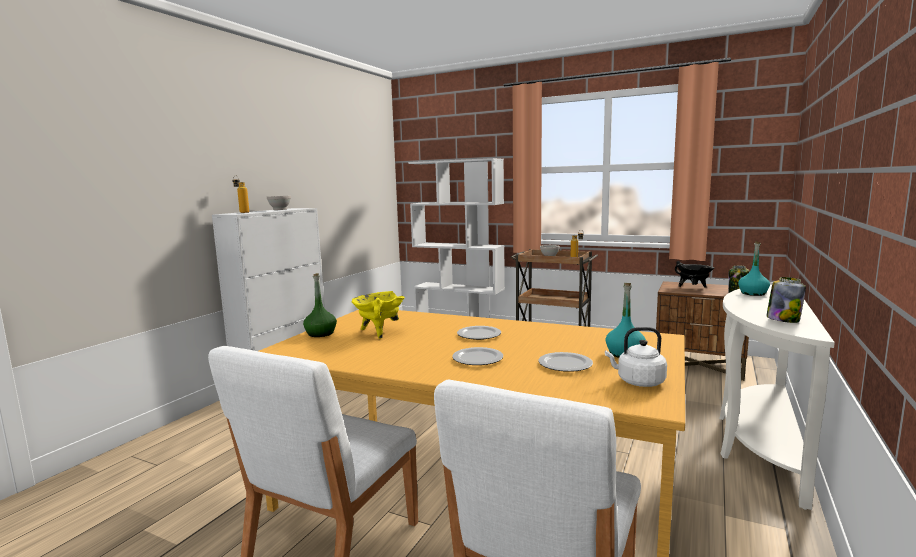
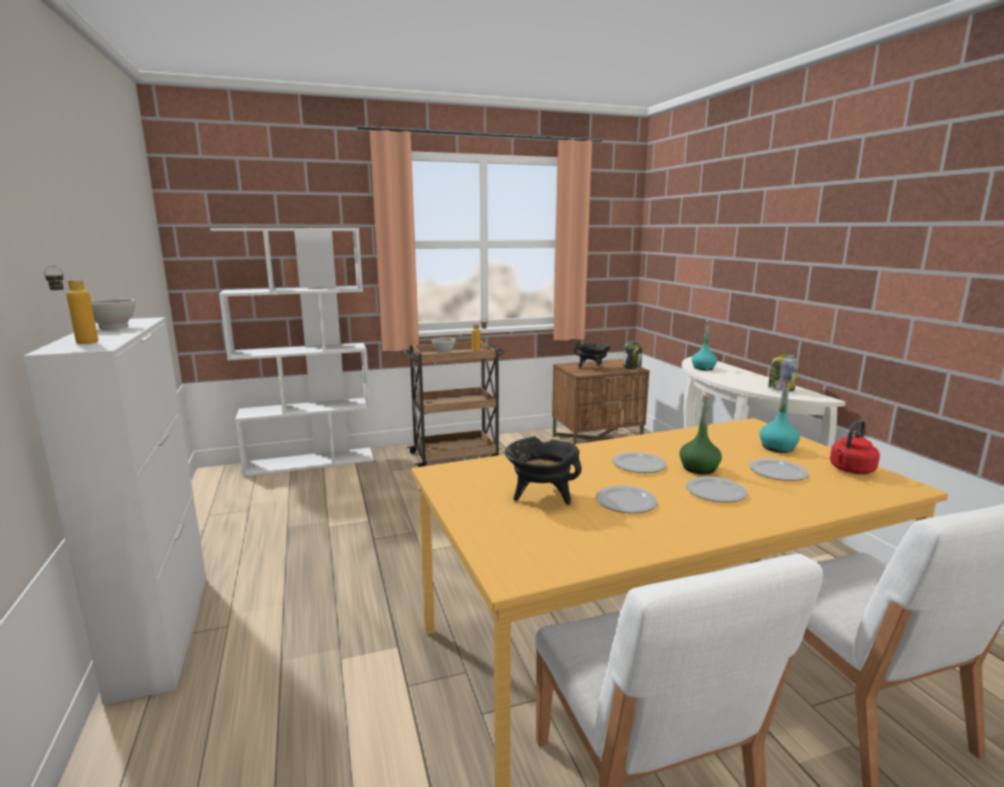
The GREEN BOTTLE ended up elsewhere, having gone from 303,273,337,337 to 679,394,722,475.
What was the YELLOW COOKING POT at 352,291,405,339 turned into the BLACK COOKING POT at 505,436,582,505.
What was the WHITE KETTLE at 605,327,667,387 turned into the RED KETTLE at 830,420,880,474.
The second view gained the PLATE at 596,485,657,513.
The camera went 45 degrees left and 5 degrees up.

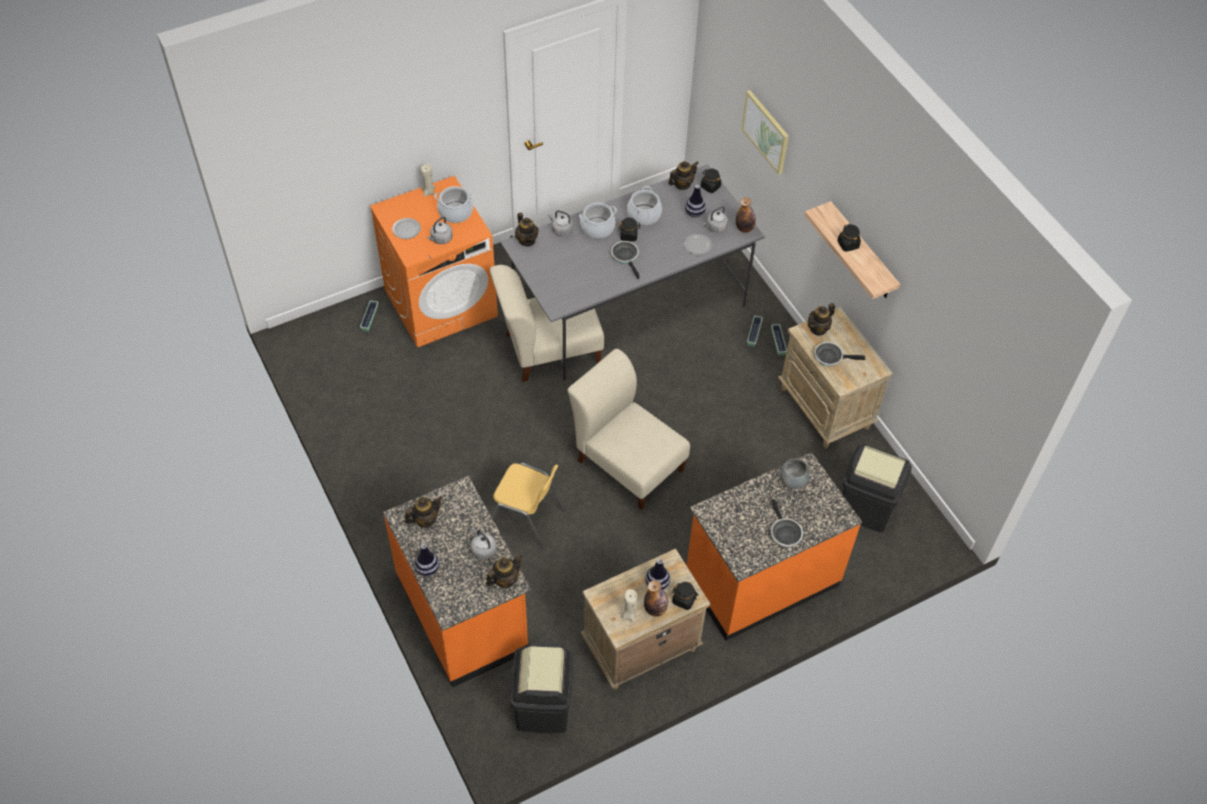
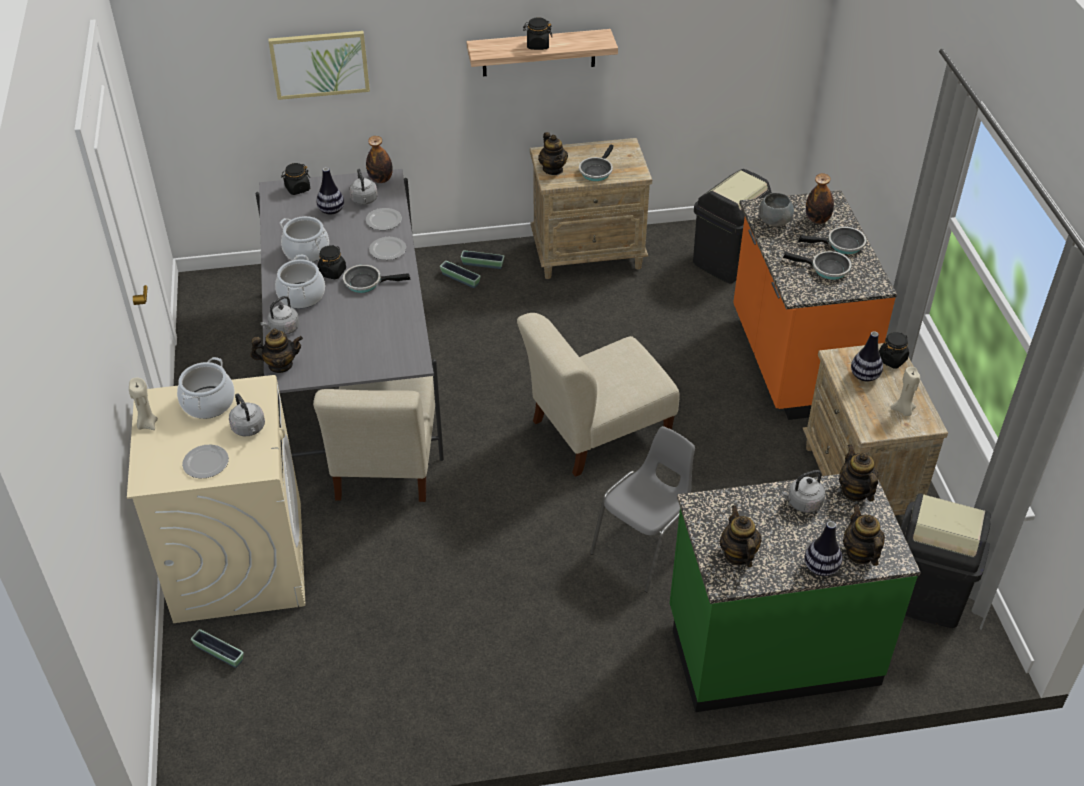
The TEAPOT ended up elsewhere, having gone from 668,161,698,190 to 843,504,885,566.
What was the ORANGE WASHING MACHINE at 370,176,498,348 turned into the BEIGE WASHING MACHINE at 127,375,306,623.
What was the YELLOW CHAIR at 492,463,564,548 turned into the GREY CHAIR at 590,426,695,592.
What was the ORANGE COUNTER at 383,476,531,687 turned into the GREEN COUNTER at 669,474,921,712.
The BOTTLE ended up elsewhere, having gone from 644,580,668,617 to 806,173,834,224.
The second view gained the PLATE at 369,237,406,260.
The second view gained the FRYING PAN at 783,251,852,280.
The camera went 70 degrees left and 10 degrees down.

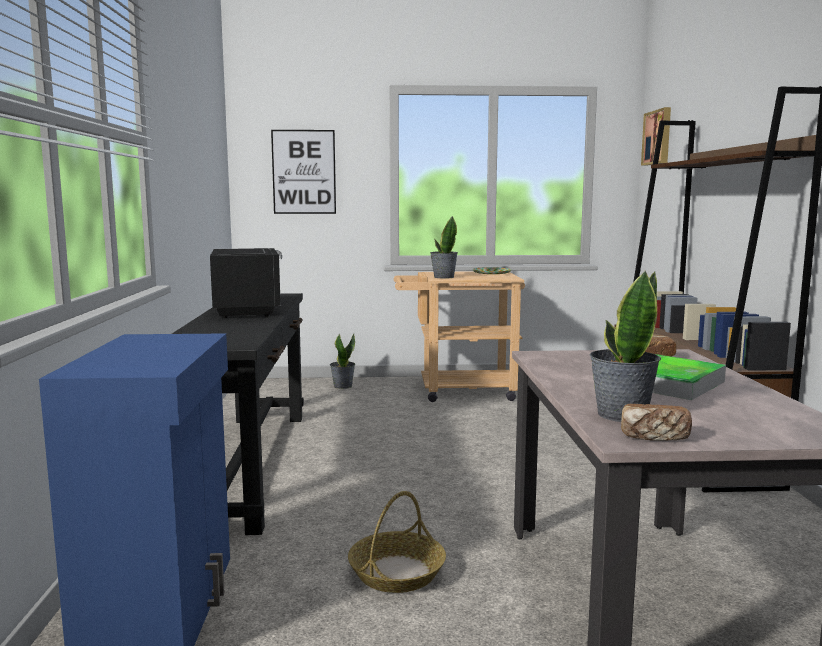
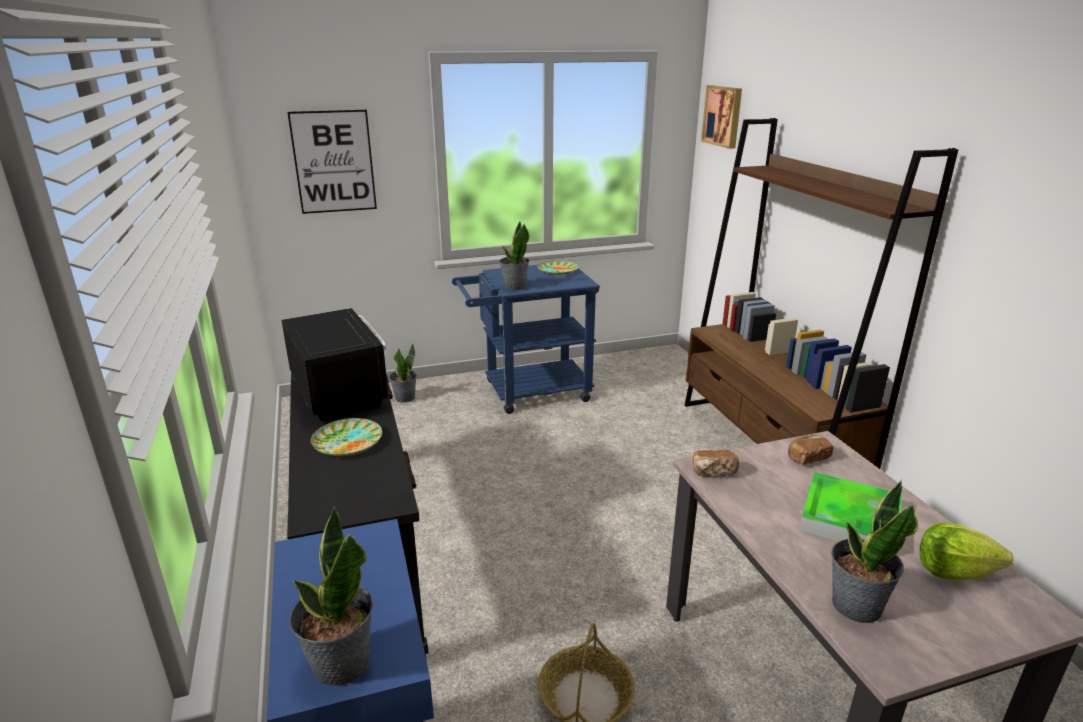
What was the BEIGE CART at 394,272,525,402 turned into the BLUE CART at 452,265,600,414.
The BREAD ended up elsewhere, having gone from 621,404,692,441 to 692,450,739,477.
The second view gained the PLATE at 311,418,382,456.
The second view gained the POTTED PLANT at 289,507,373,686.
The second view gained the LETTUCE at 919,523,1013,580.
The camera went 15 degrees left and 15 degrees up.

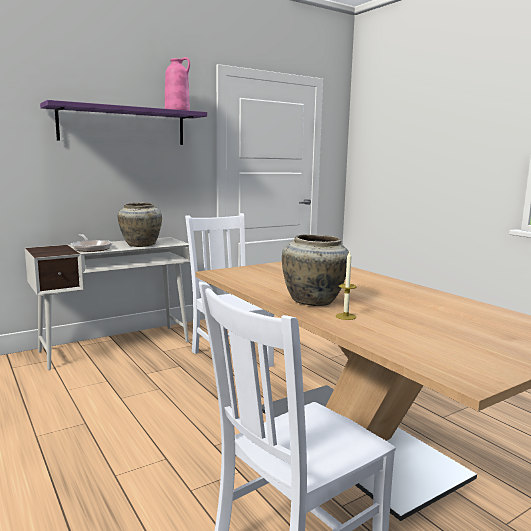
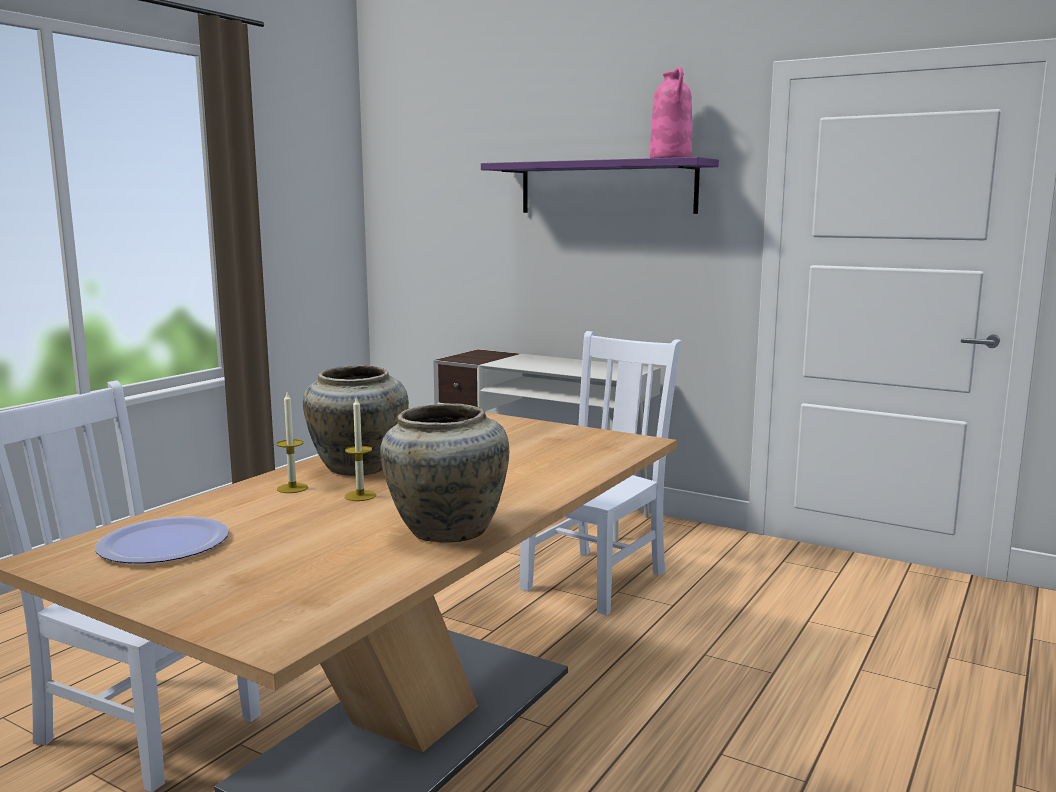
The BEIGE VASE ended up elsewhere, having gone from 118,203,162,247 to 380,403,509,543.
The second view lost the FRYING PAN at 71,234,112,252.
The second view gained the CANDLE at 345,397,376,501.
The second view gained the PLATE at 95,517,229,563.
The camera went 65 degrees right and 0 degrees up.

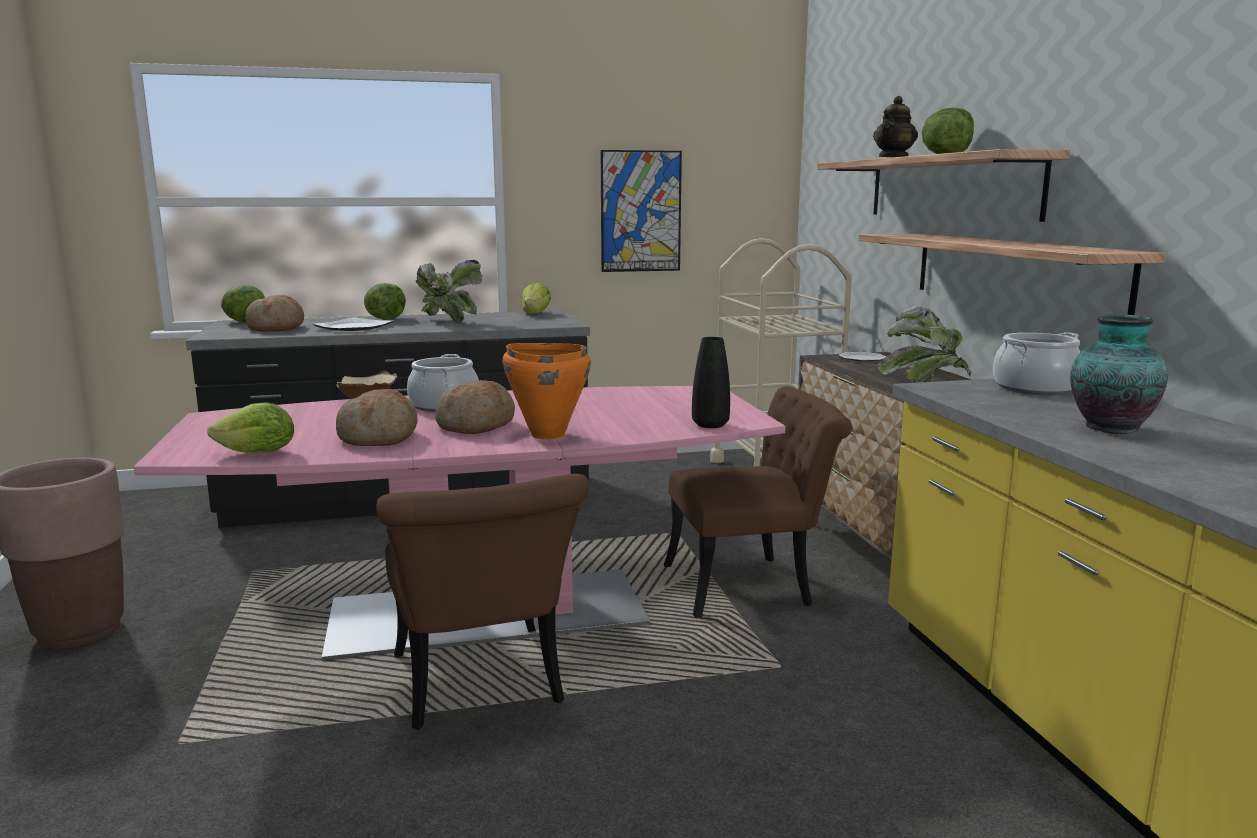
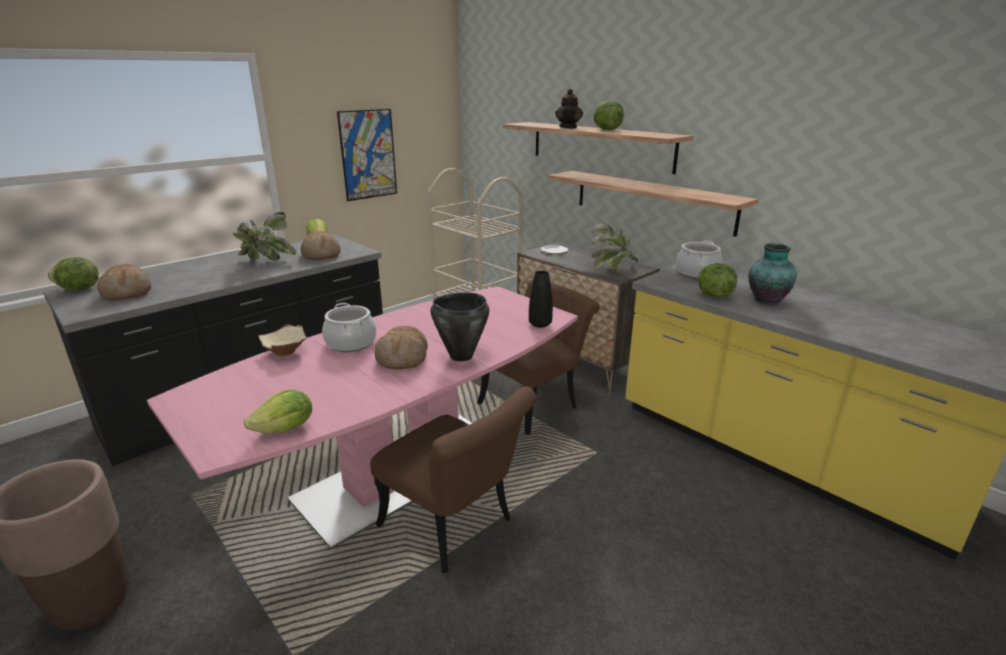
The LETTUCE ended up elsewhere, having gone from 364,283,406,320 to 698,263,737,298.
The second view lost the PLATE at 313,317,393,331.
What was the ORANGE COOKING POT at 502,343,591,439 turned into the BLACK COOKING POT at 430,292,489,362.
The BREAD ended up elsewhere, having gone from 336,389,418,446 to 301,231,341,260.
The camera went 30 degrees left and 10 degrees up.

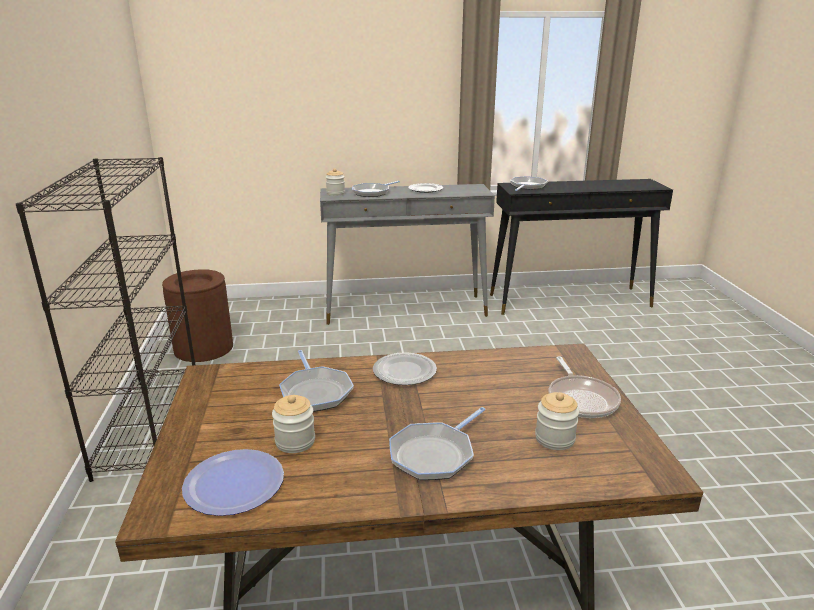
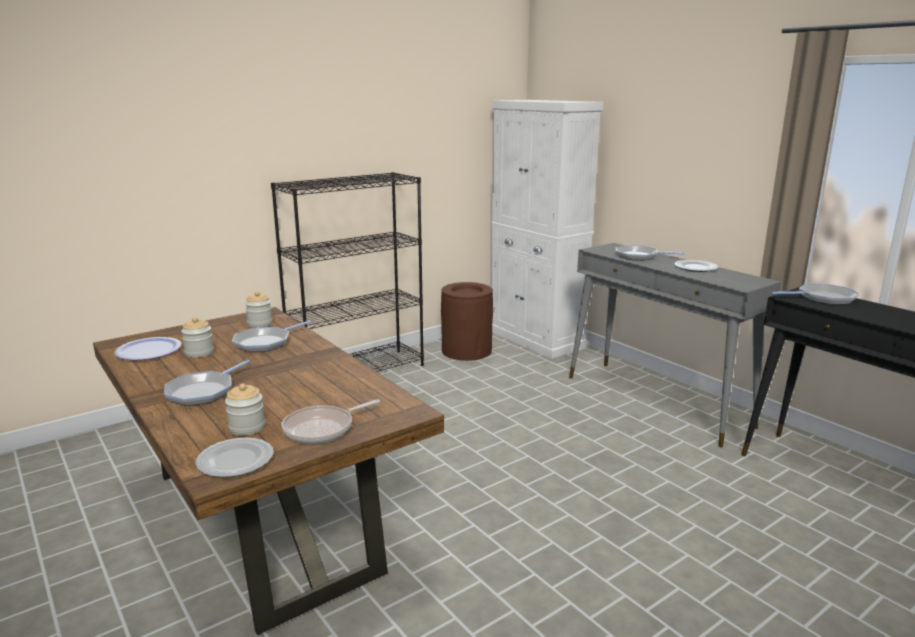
The JAR ended up elsewhere, having gone from 326,168,345,196 to 245,291,273,327.
The PLATE ended up elsewhere, having gone from 373,352,437,385 to 195,438,274,477.
The FRYING PAN at 389,407,486,480 ended up facing another way, 75 degrees counterclockwise from before.
The second view gained the WHITE CABINET at 491,100,603,359.
The camera went 60 degrees right and 5 degrees down.

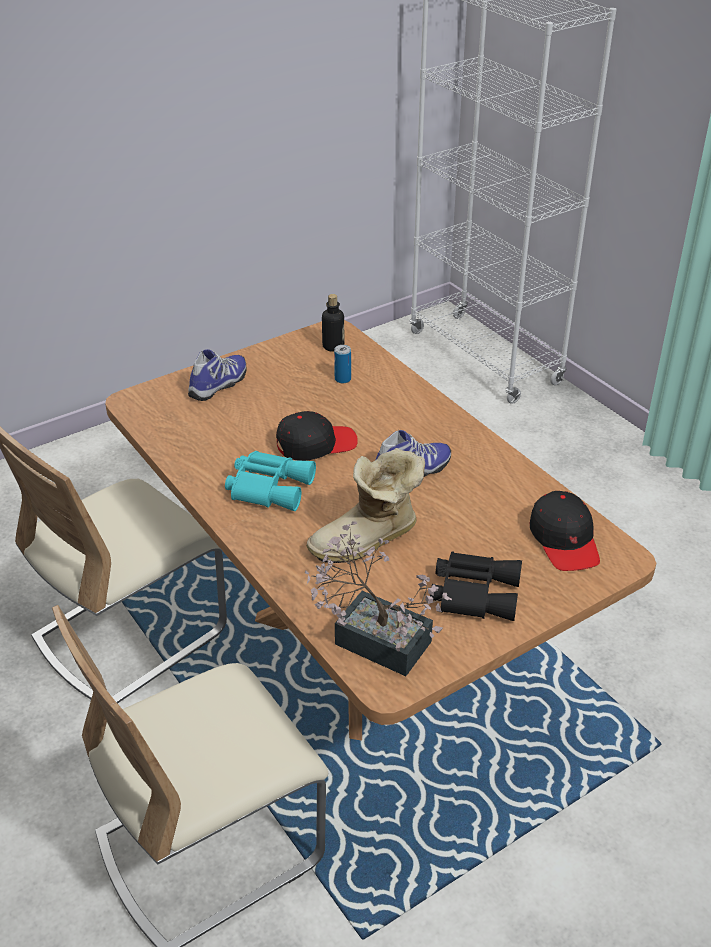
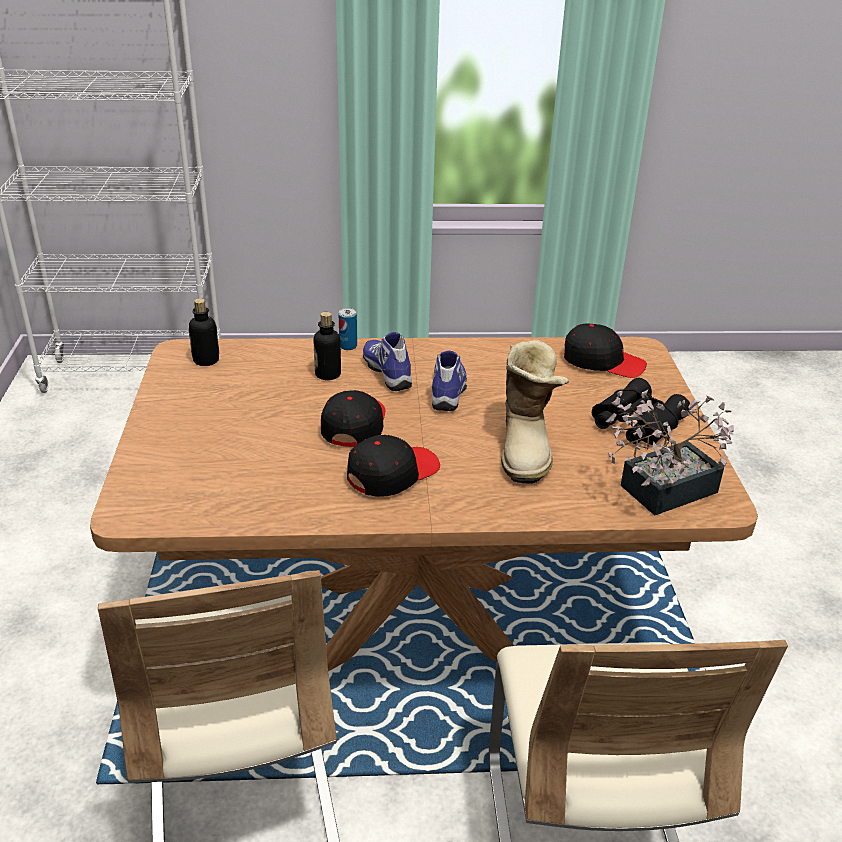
The CAN ended up elsewhere, having gone from 334,345,351,384 to 339,308,357,350.
The SHOE ended up elsewhere, having gone from 188,349,247,401 to 363,332,412,391.
Where the TURQUOISE BINOCULARS stood at 225,451,316,511, the BLACK CAP came to stand at 347,435,440,497.
The second view gained the BOTTLE at 313,312,341,380.
The camera went 60 degrees left and 5 degrees down.

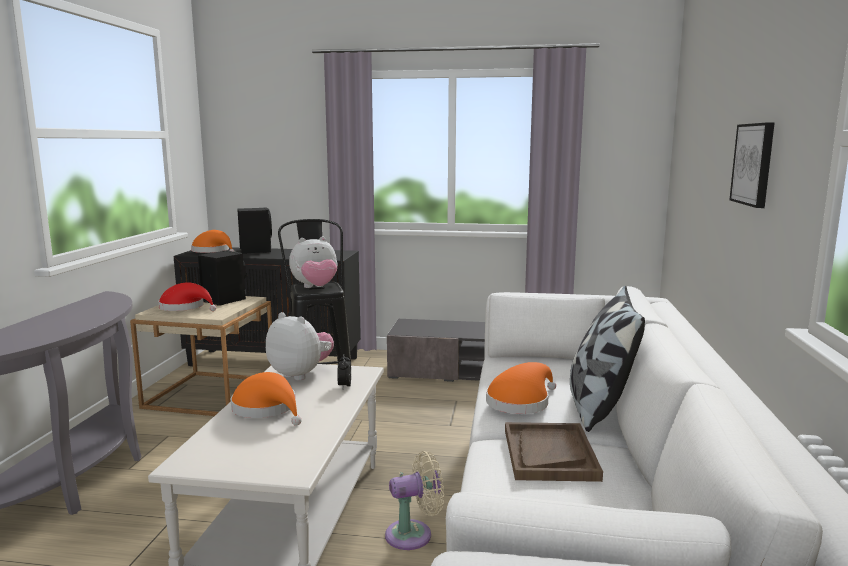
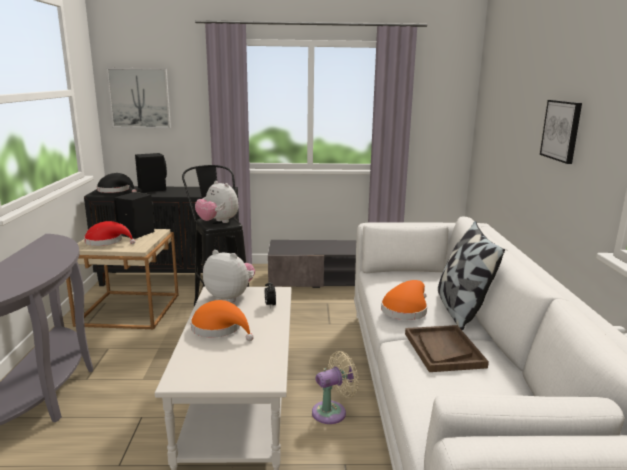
What was the ORANGE HAT at 191,230,235,253 turned into the BLACK HAT at 97,173,137,193.
The PLUSH TOY at 289,237,338,288 ended up facing another way, 75 degrees clockwise from before.
The second view gained the PICTURE at 106,68,171,128.
The camera went 10 degrees left and 5 degrees up.

